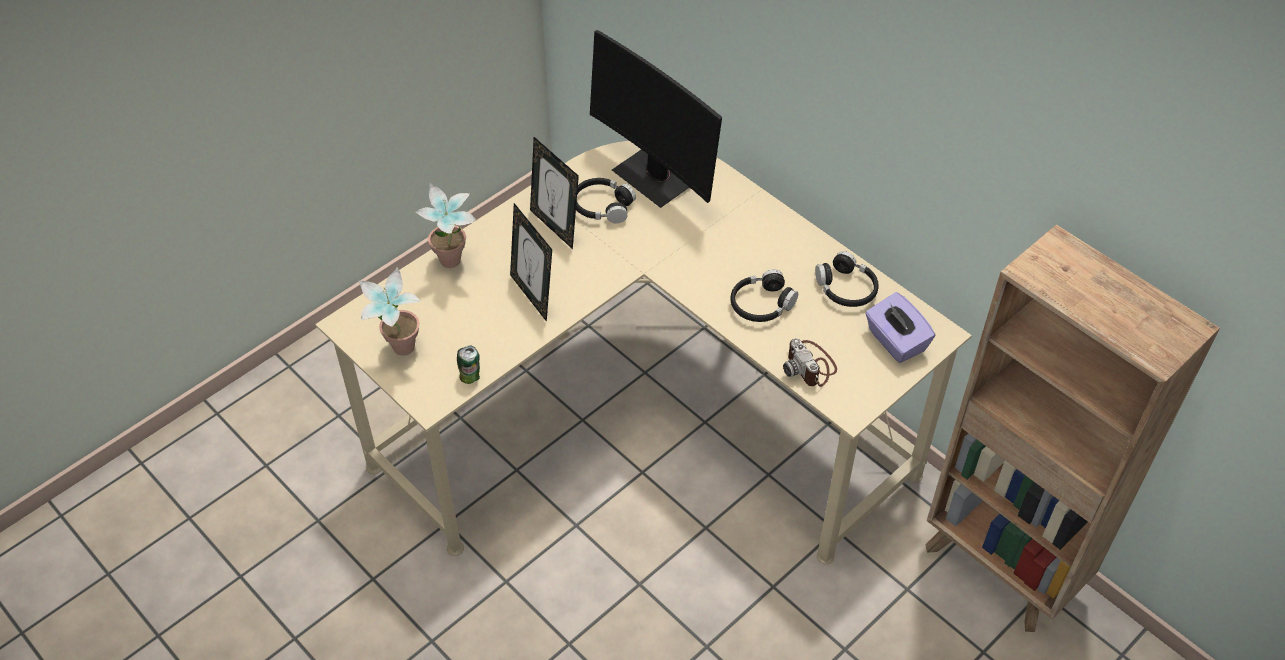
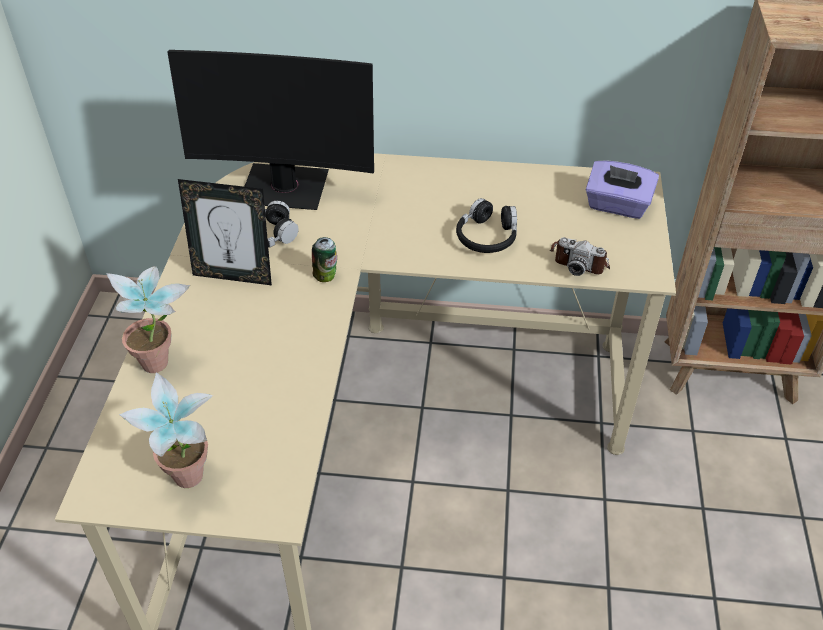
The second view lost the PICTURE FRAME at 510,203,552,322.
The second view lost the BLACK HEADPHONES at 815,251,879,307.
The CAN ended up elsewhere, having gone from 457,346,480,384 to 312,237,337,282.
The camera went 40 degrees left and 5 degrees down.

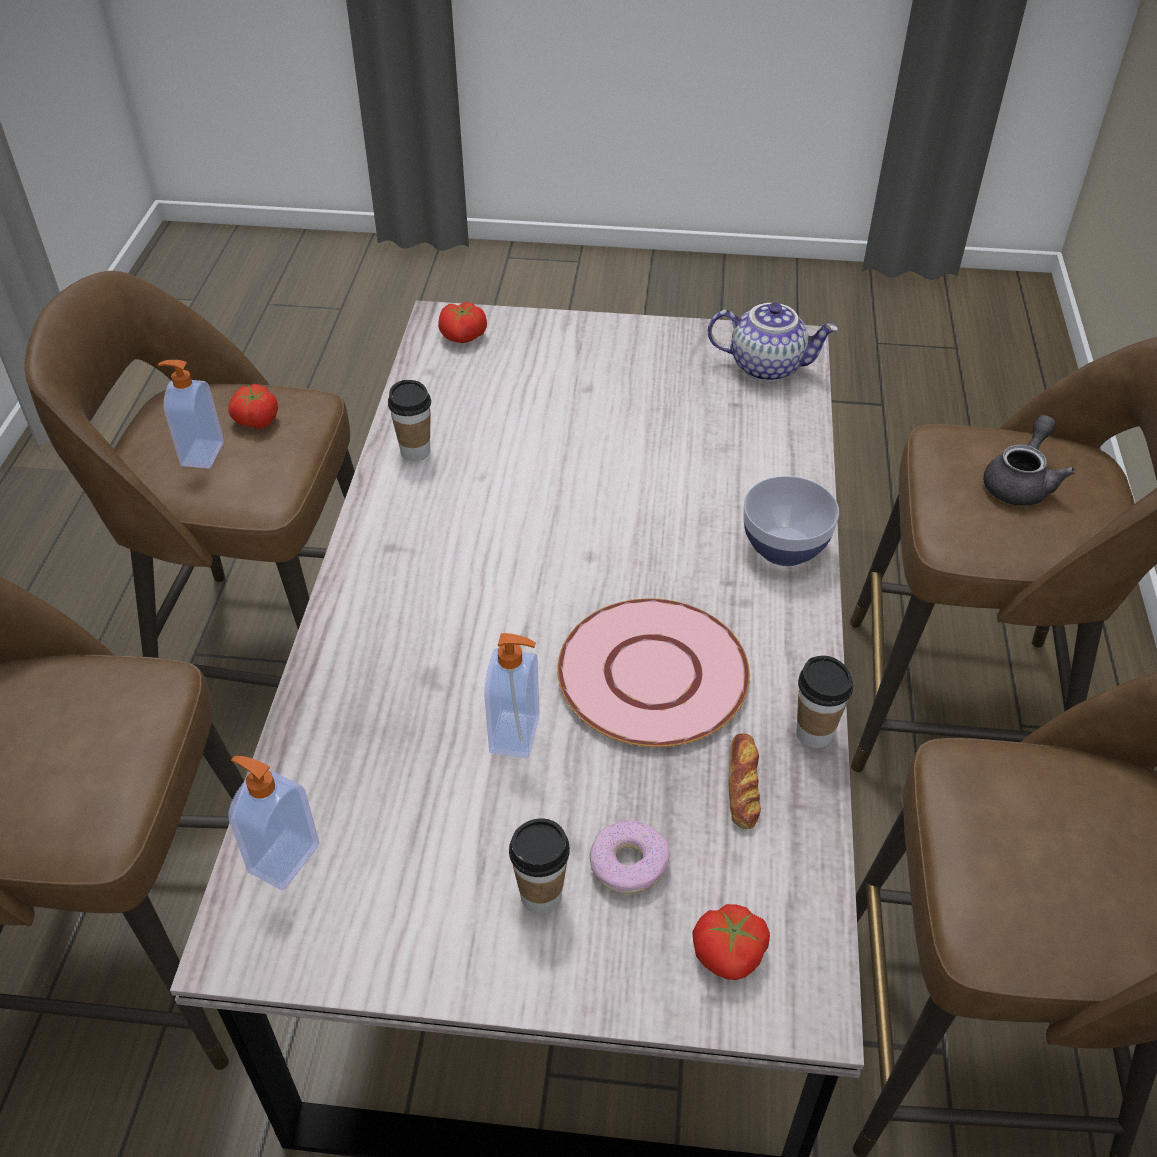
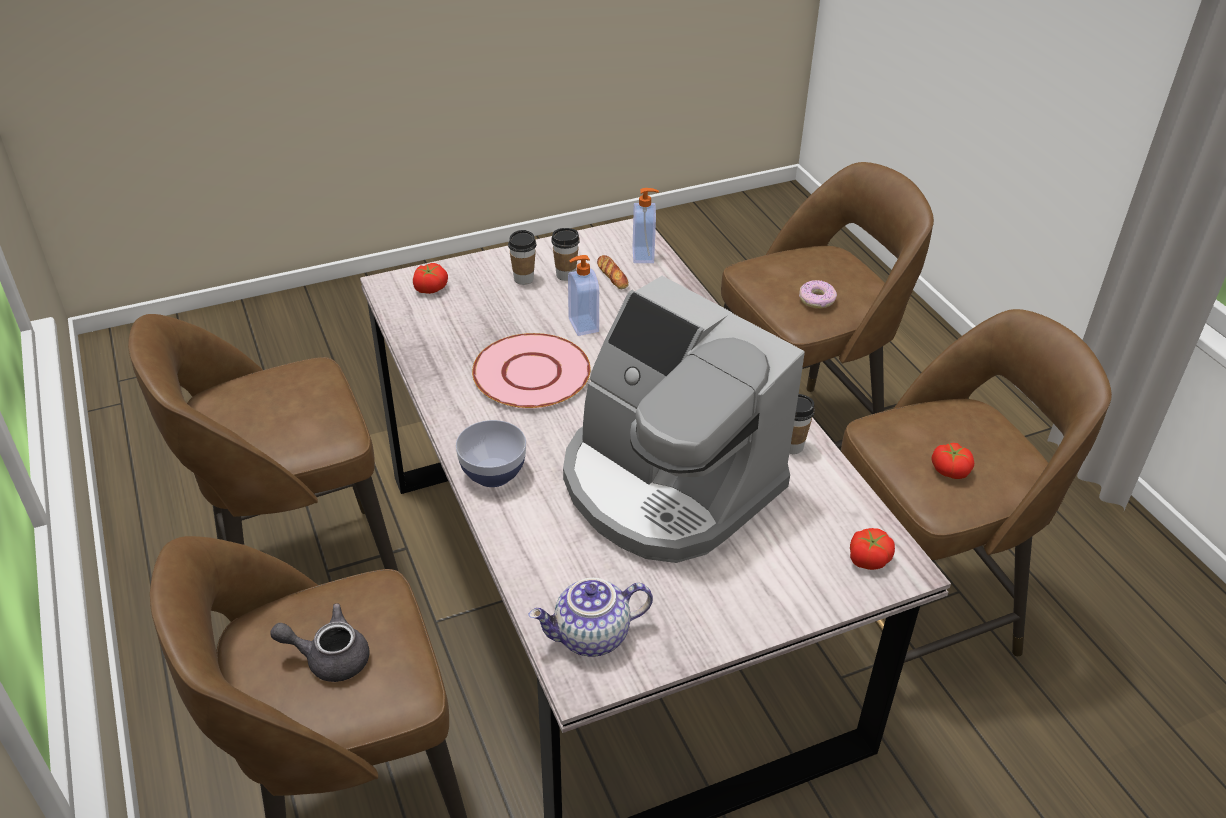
The second view lost the SOAP DISPENSER at 158,360,224,469.
The GREY TEAPOT at 983,415,1075,506 ended up facing another way, 90 degrees clockwise from before.
The CUP ended up elsewhere, having gone from 796,656,853,748 to 551,228,580,281.
The BREAD ended up elsewhere, having gone from 728,733,761,829 to 597,255,629,289.
The DONUT ended up elsewhere, having gone from 589,820,669,894 to 799,280,837,308.
The second view gained the COFFEE MACHINE at 563,276,805,563.
The camera went 150 degrees right and 5 degrees down.

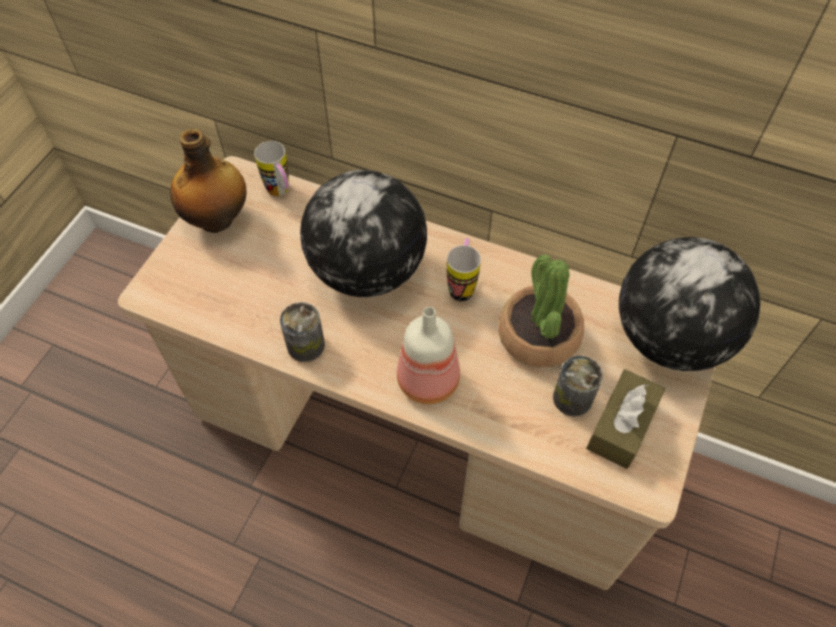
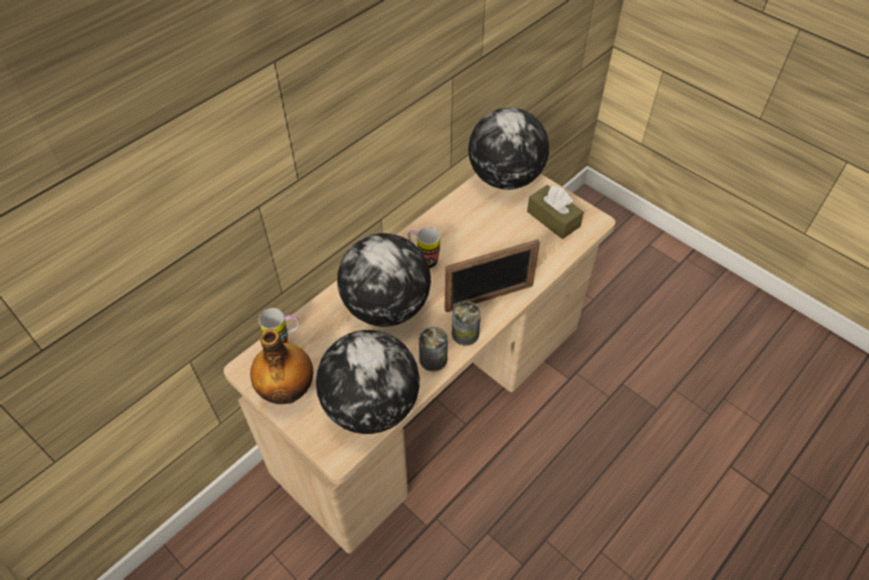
The second view lost the POTTED PLANT at 498,254,584,367.
Where the BOTTLE stood at 397,306,460,404, the PICTURE FRAME came to stand at 445,239,540,312.
The CAN ended up elsewhere, having gone from 553,356,603,417 to 452,301,481,346.
The second view gained the GLOBE at 316,330,420,434.
The camera went 70 degrees left and 5 degrees down.

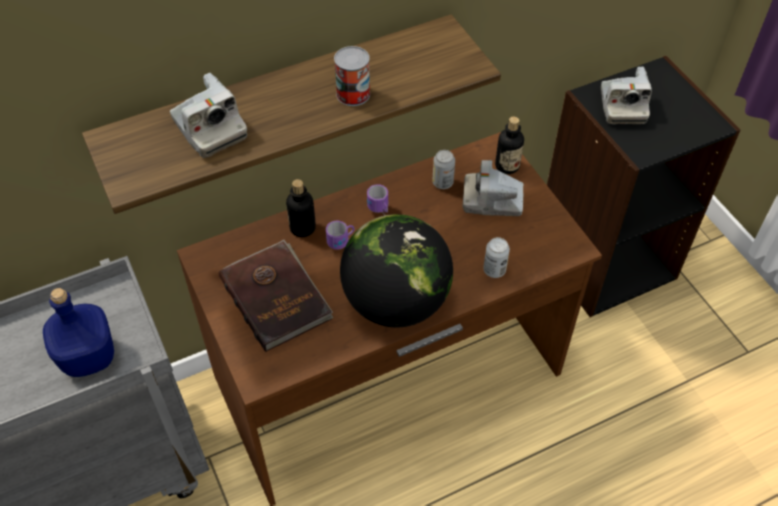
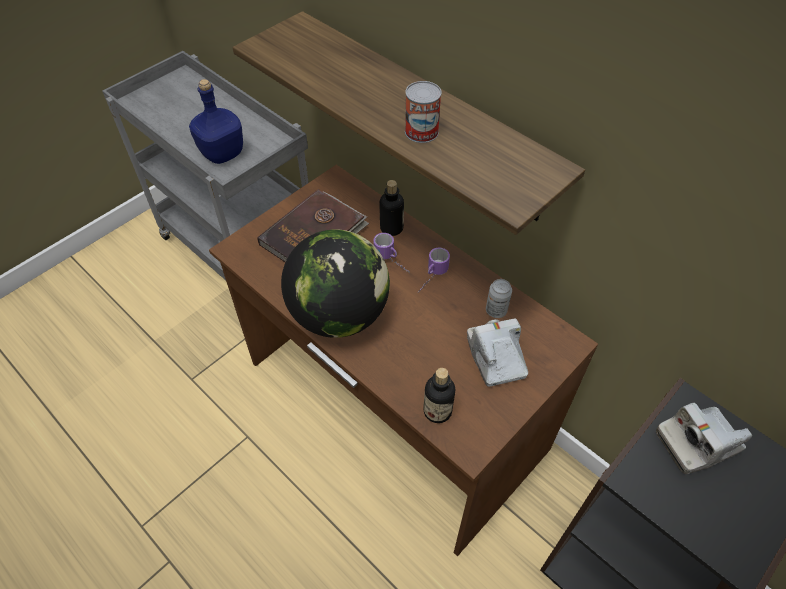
The second view lost the PHOTO CAMERA at 170,73,247,158.
The BOTTLE ended up elsewhere, having gone from 495,116,524,174 to 423,368,455,423.
The second view lost the CAN at 483,237,510,278.
The camera went 70 degrees right and 0 degrees up.

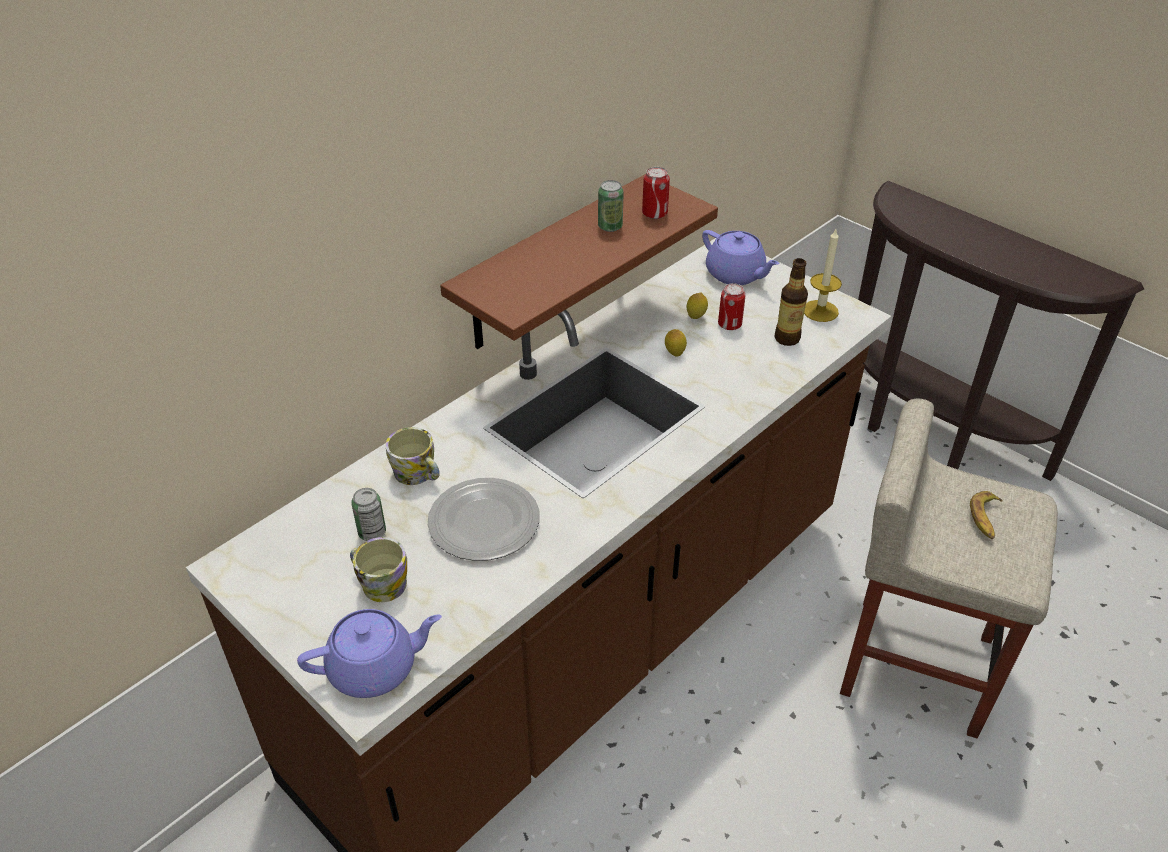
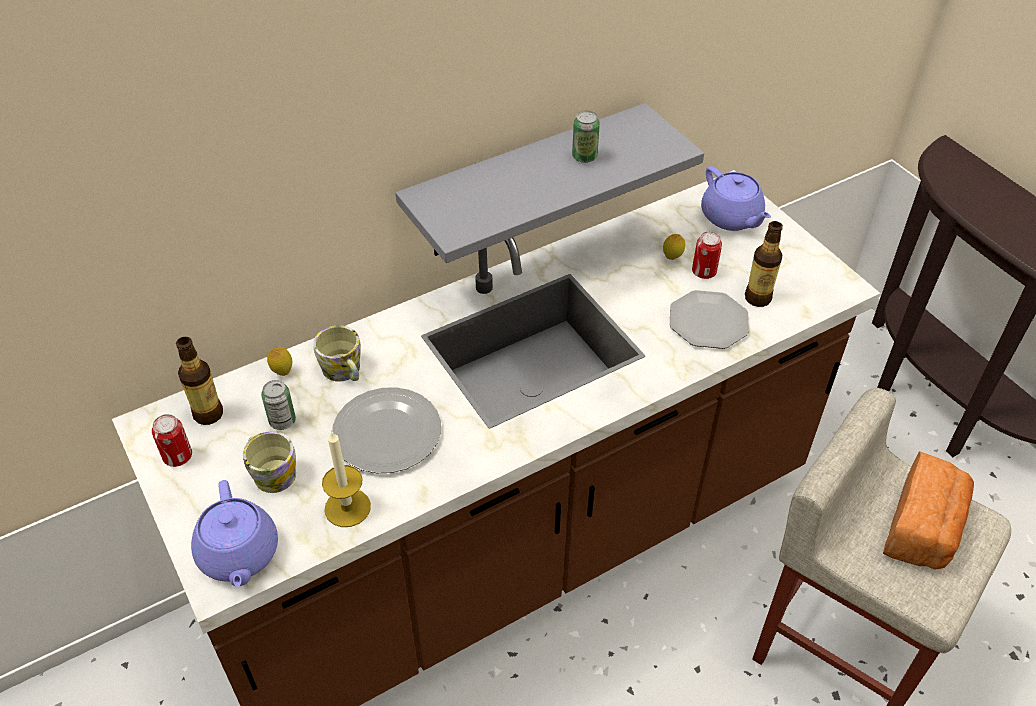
The CAN ended up elsewhere, having gone from 642,167,670,219 to 152,414,192,467.
What was the BROWN SHELF at 440,174,718,349 turned into the GREY SHELF at 395,103,704,263.
The CANDLE ended up elsewhere, having gone from 804,229,842,322 to 322,430,371,527.
The LEMON ended up elsewhere, having gone from 665,329,687,357 to 267,347,292,376.
Where the BANANA stood at 970,491,1003,539, the BREAD came to stand at 883,451,974,570.
The PURPLE TEAPOT at 297,609,442,698 ended up facing another way, 75 degrees clockwise from before.
The second view gained the PLATE at 670,290,749,349.
The second view gained the BOTTLE at 176,337,223,425.
The camera went 15 degrees right and 5 degrees up.

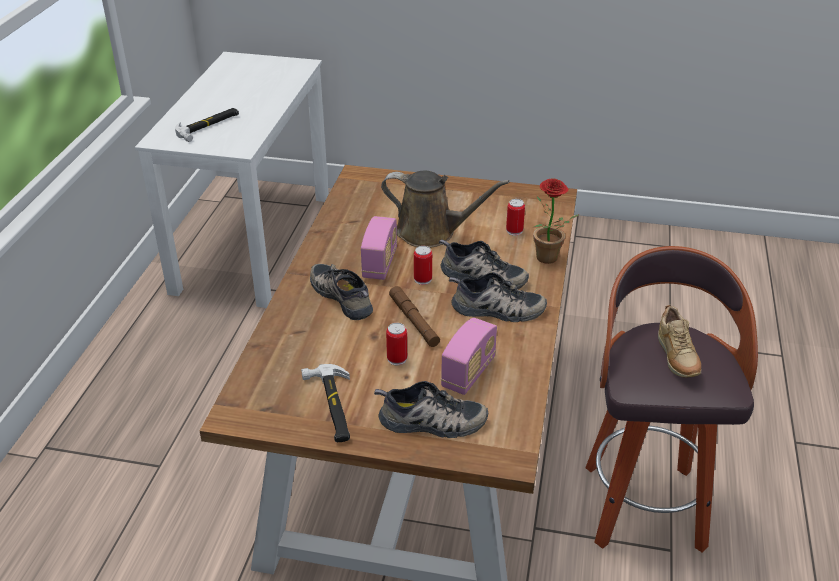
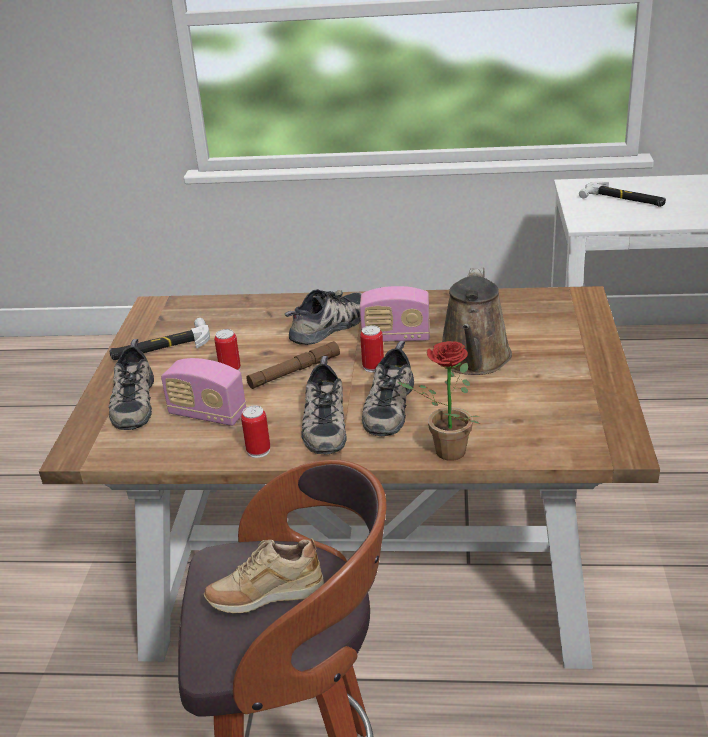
The CAN ended up elsewhere, having gone from 506,199,525,236 to 241,405,270,458.
The camera went 85 degrees right and 5 degrees down.

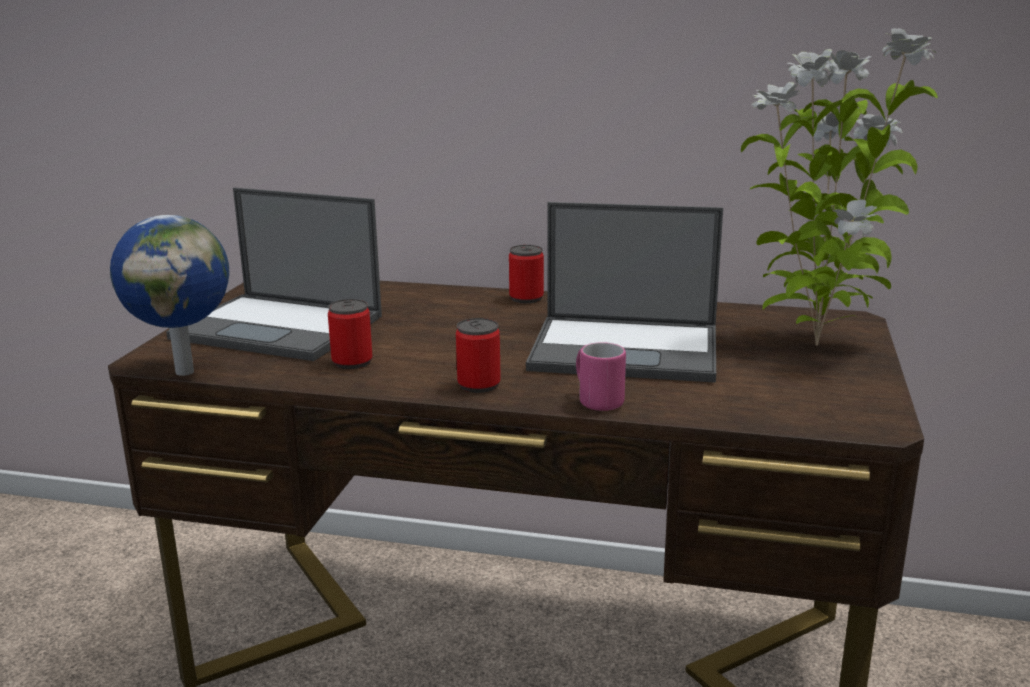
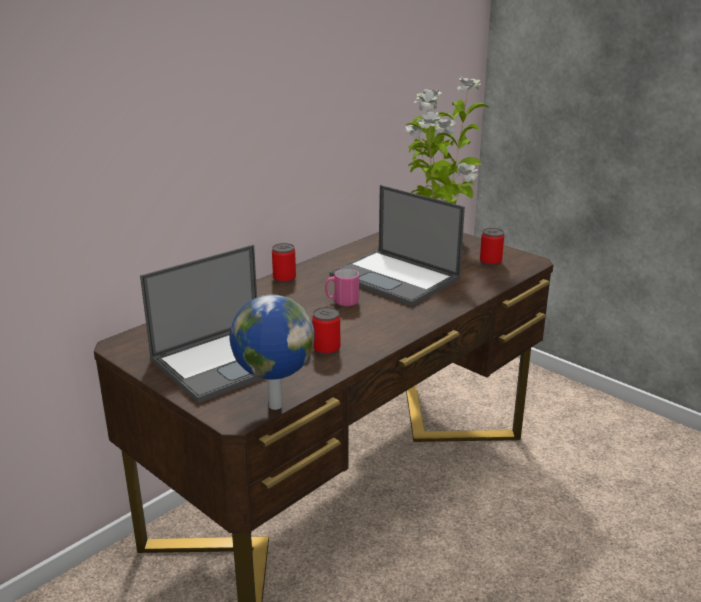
The LAPTOP at 526,202,723,383 ended up facing another way, 90 degrees clockwise from before.
The CAN ended up elsewhere, having gone from 456,318,501,393 to 480,228,504,266.
The PINK MUG ended up elsewhere, having gone from 576,342,626,411 to 325,269,359,306.
The camera went 60 degrees left and 5 degrees up.

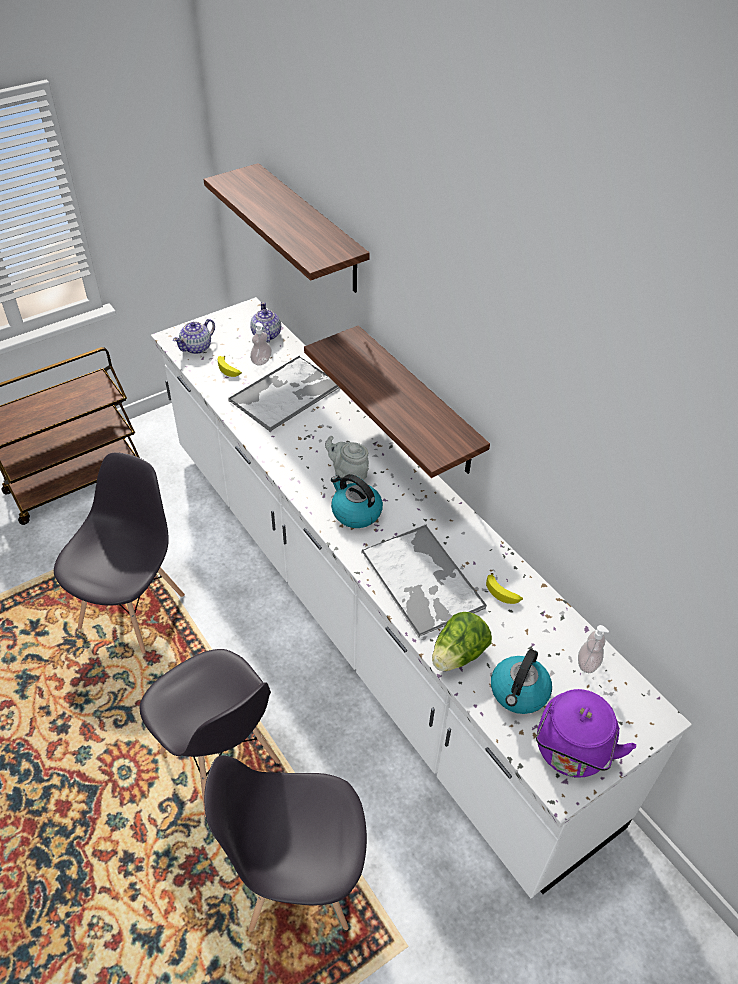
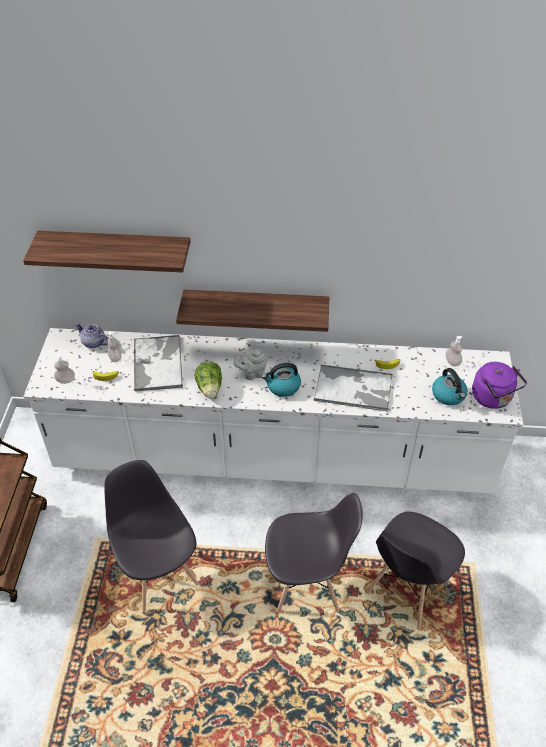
Where the TEAPOT stood at 173,319,215,354, the SOAP DISPENSER came to stand at 54,354,75,384.
The LETTUCE ended up elsewhere, having gone from 432,612,492,671 to 194,362,222,398.
The camera went 50 degrees left and 0 degrees up.

